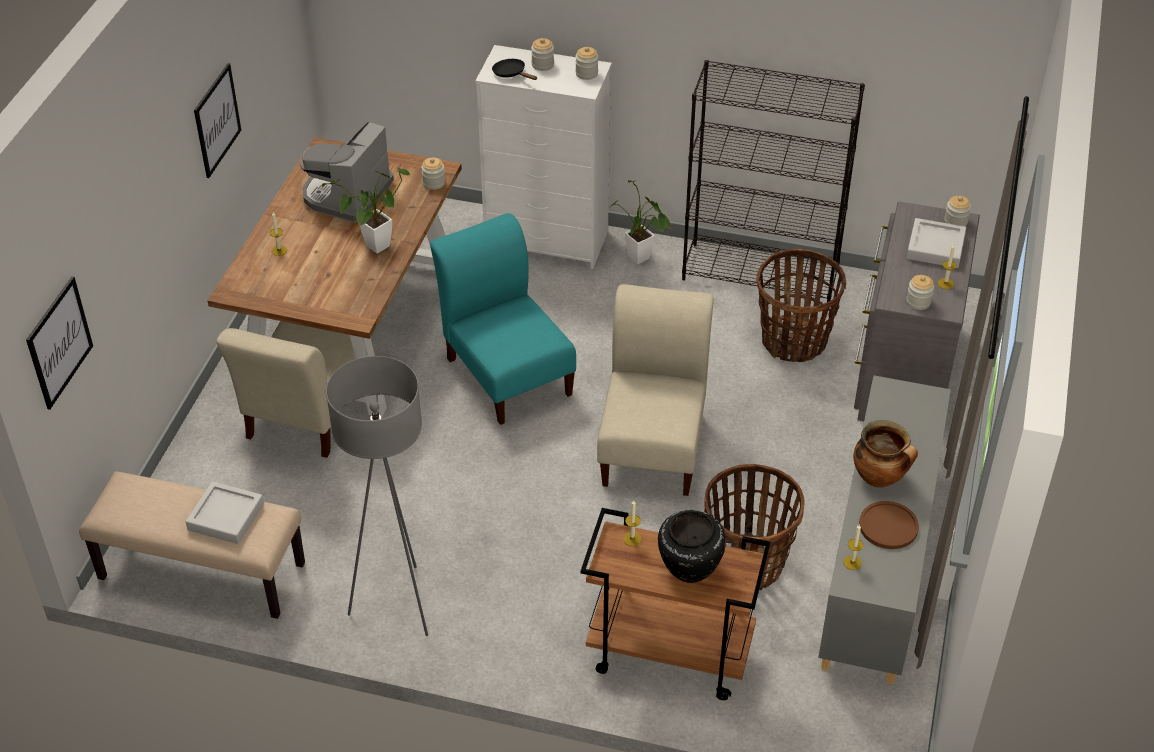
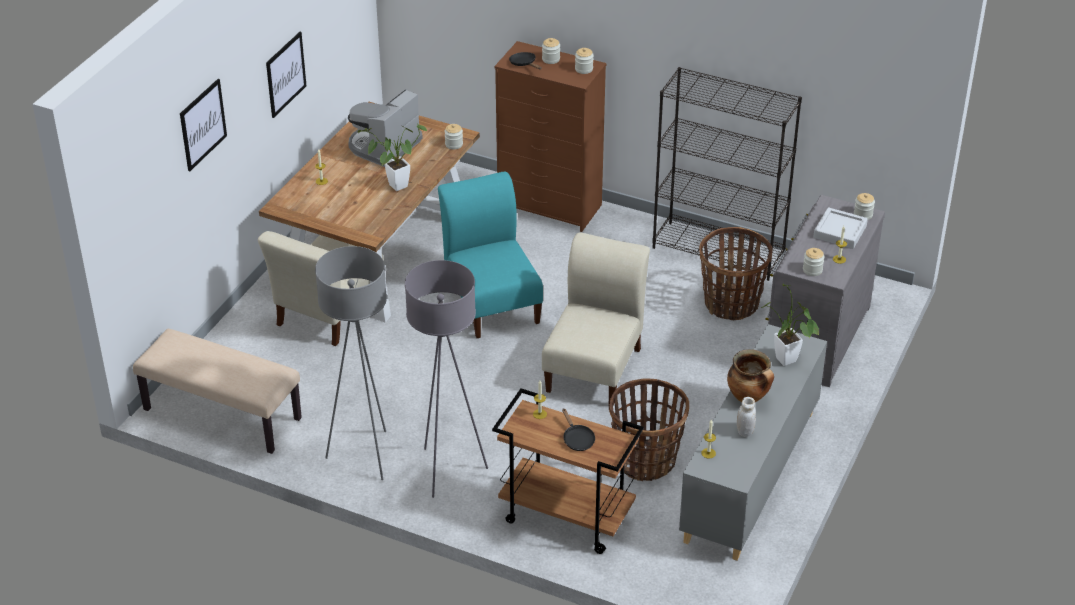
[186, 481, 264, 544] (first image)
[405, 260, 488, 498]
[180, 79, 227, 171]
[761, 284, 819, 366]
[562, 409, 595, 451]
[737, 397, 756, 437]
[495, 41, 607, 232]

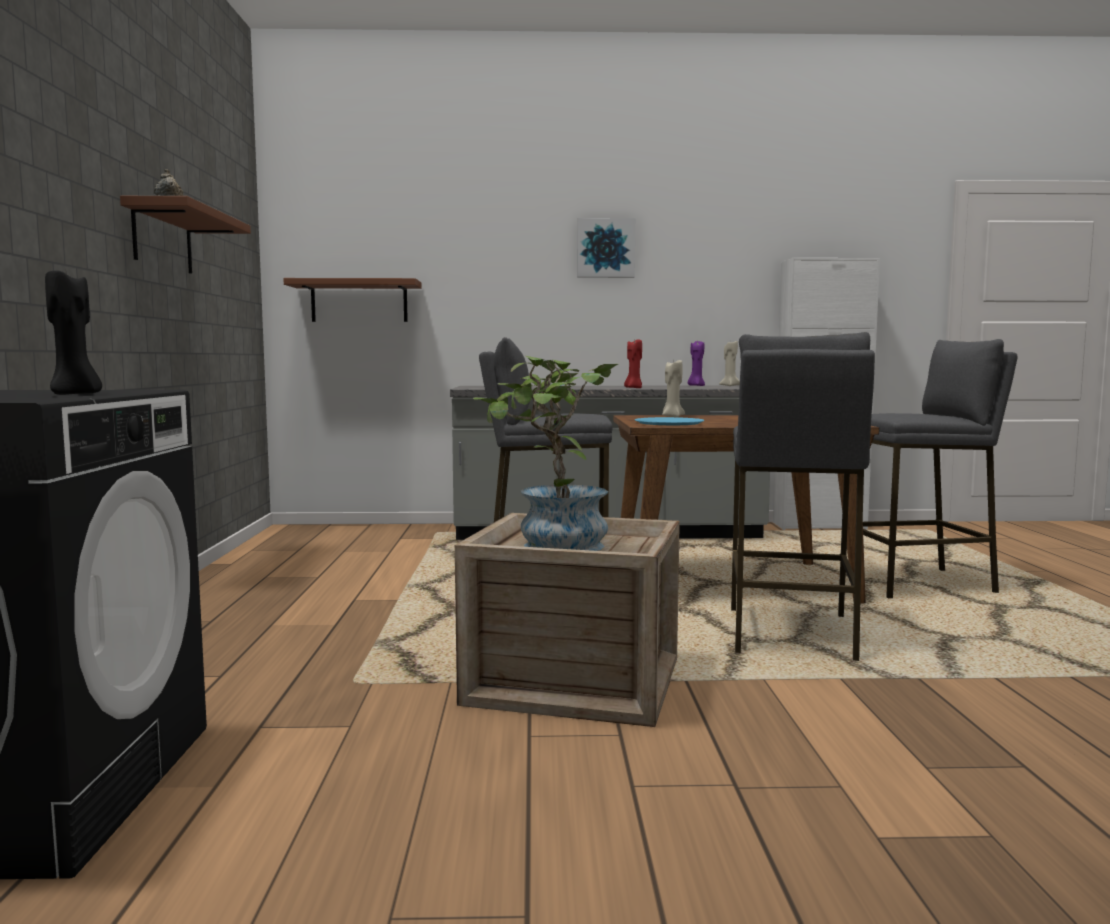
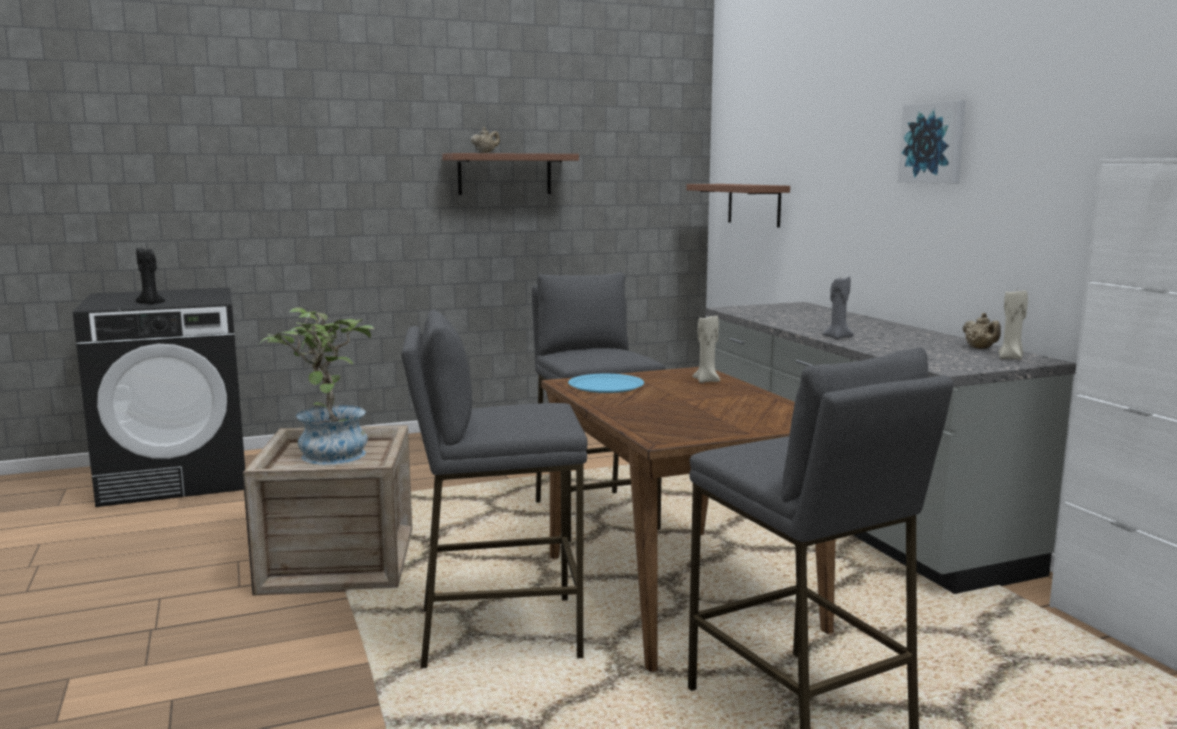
[963, 313, 1001, 349]
[822, 276, 854, 339]

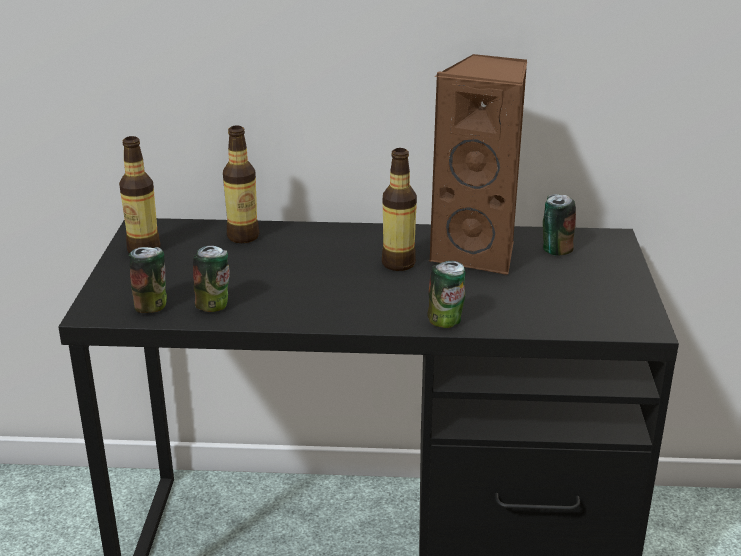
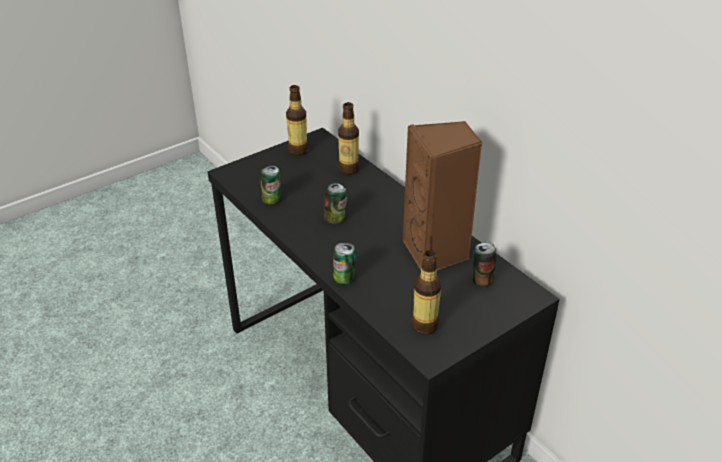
[324, 183, 347, 224]
[412, 250, 442, 335]

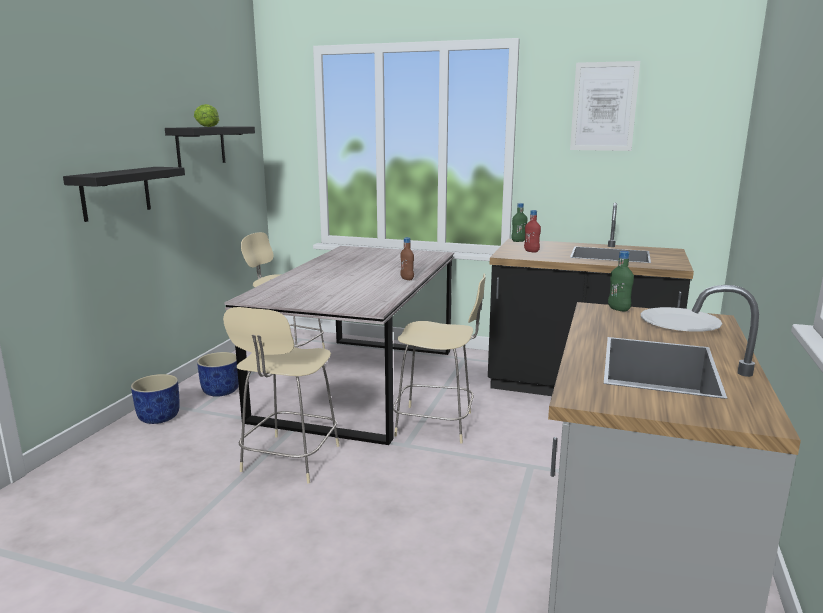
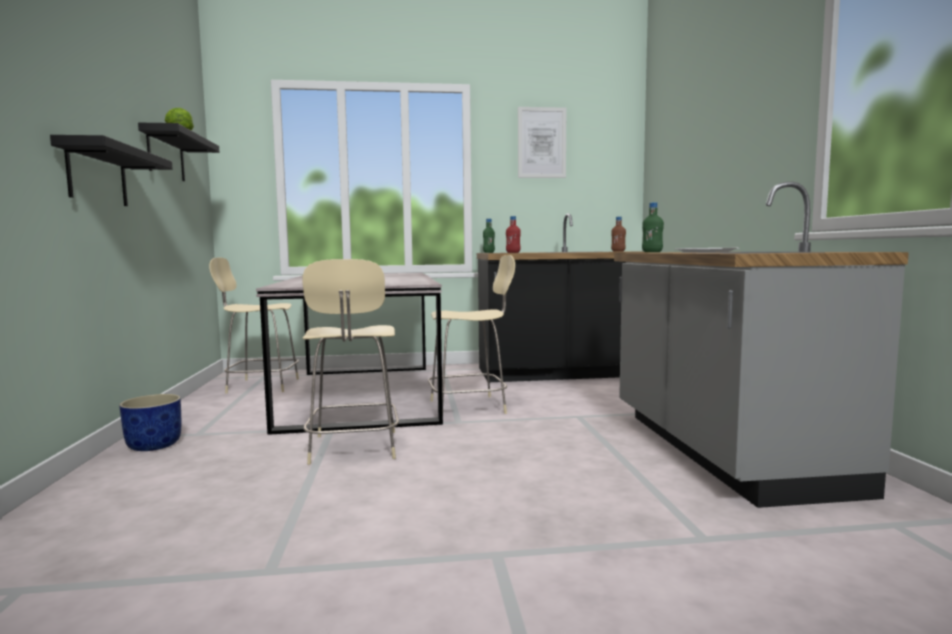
[197, 352, 239, 397] (first image)
[611, 217, 626, 251]

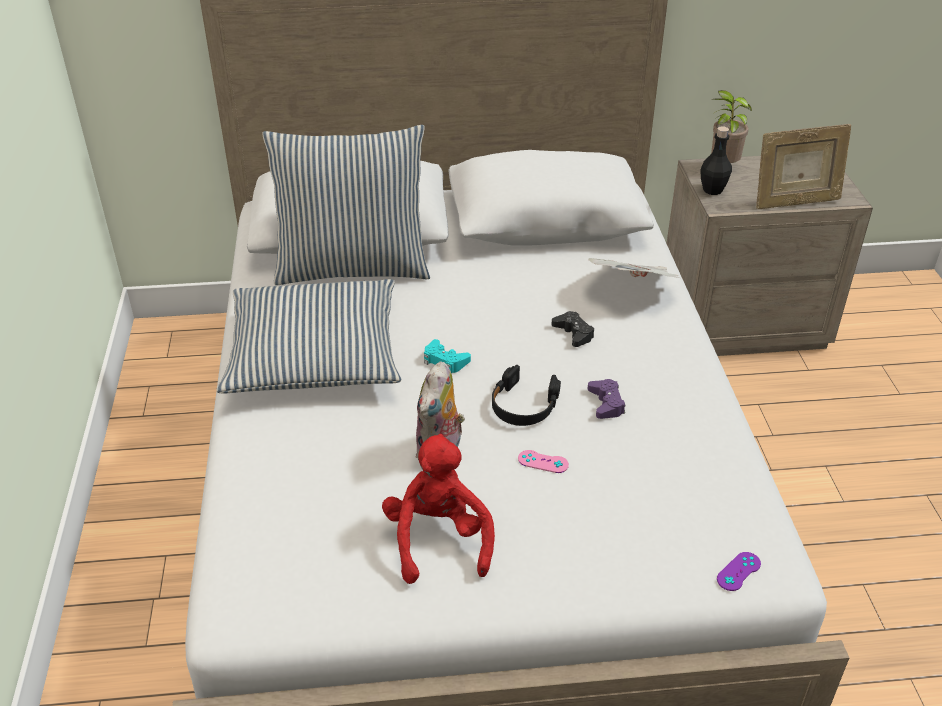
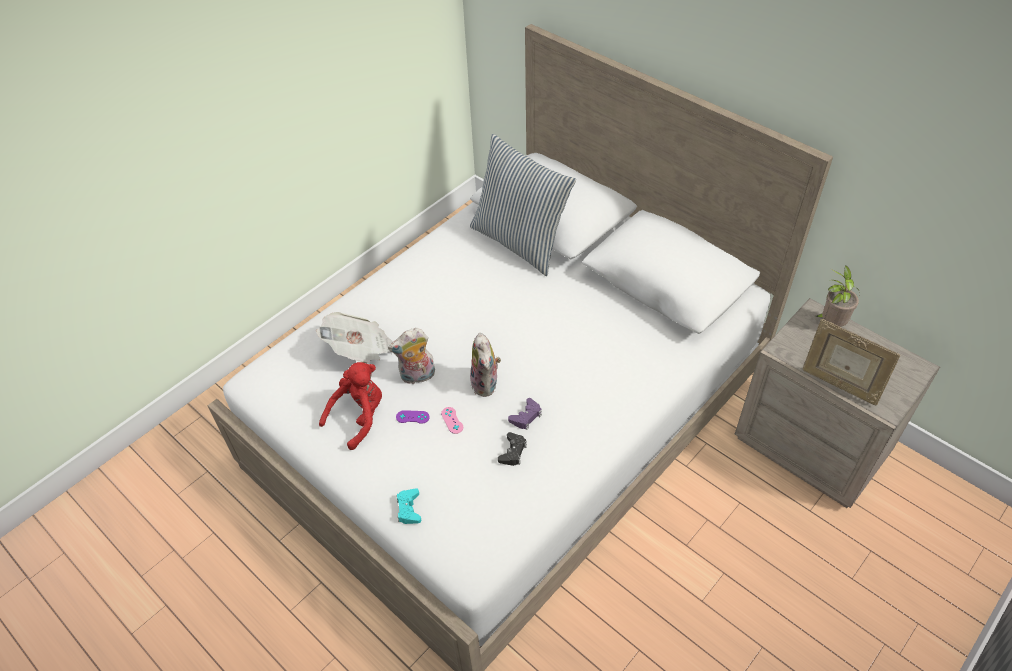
[216, 279, 402, 394] (first image)
[700, 126, 732, 195] (first image)
[397, 488, 421, 524]
[498, 432, 527, 466]
[316, 312, 393, 363]
[396, 410, 430, 424]
[469, 333, 501, 397]

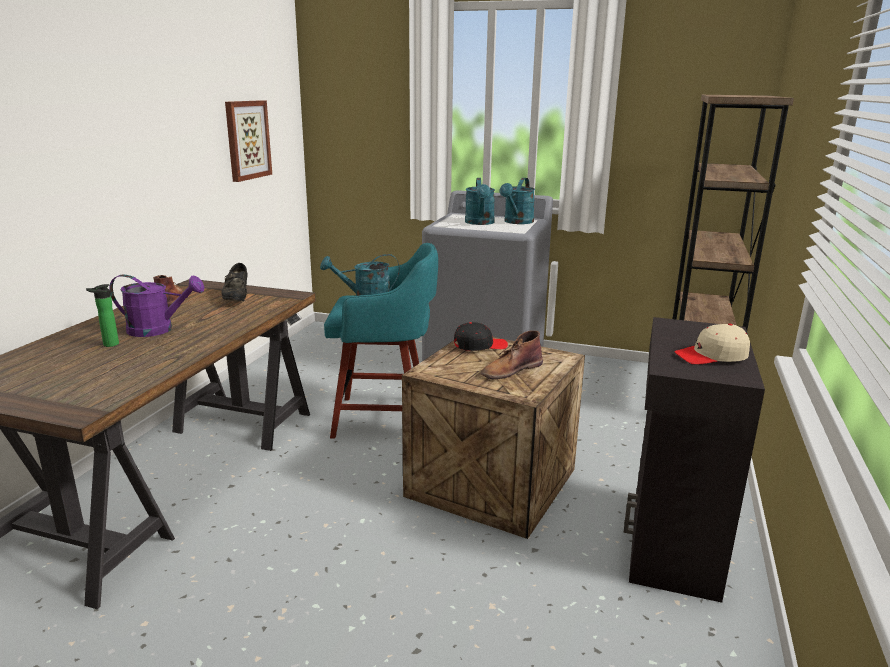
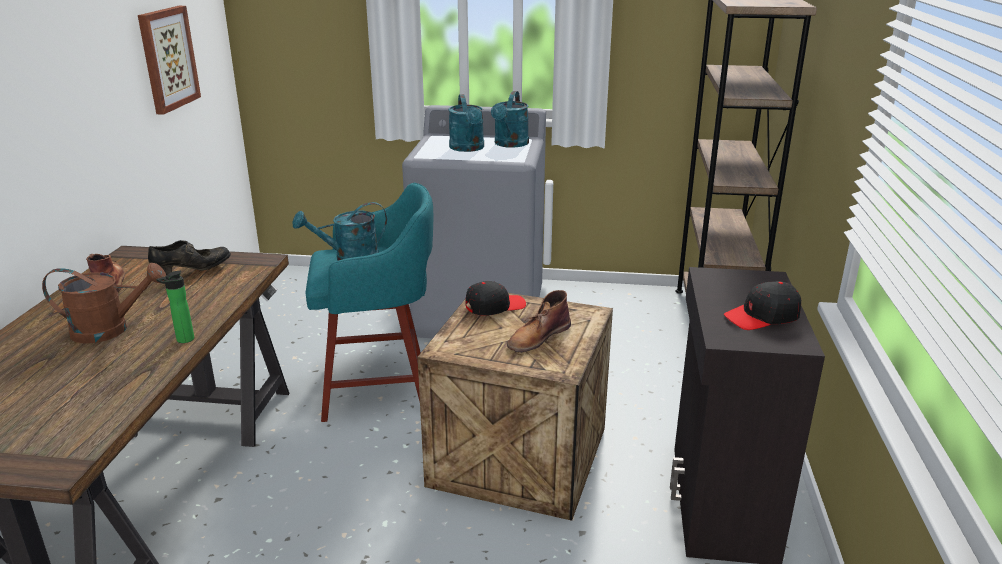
[156, 271, 194, 343]
[42, 263, 166, 344]
[724, 281, 801, 330]
[148, 240, 231, 275]

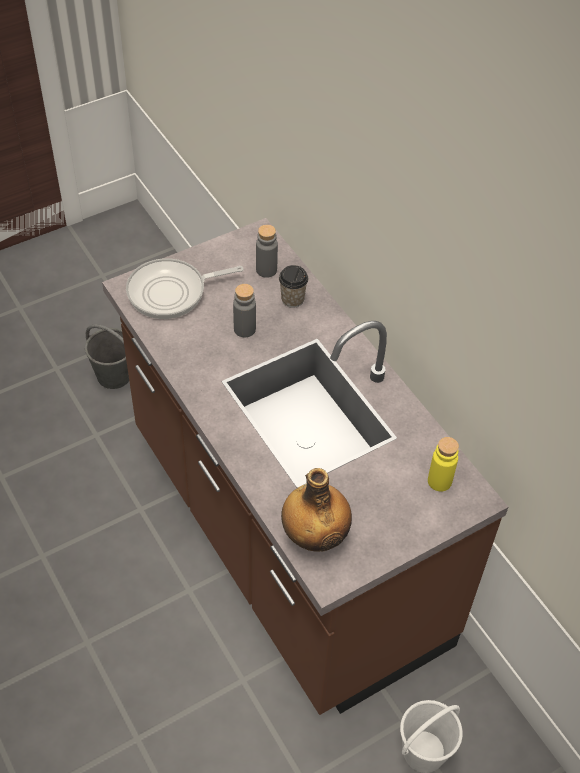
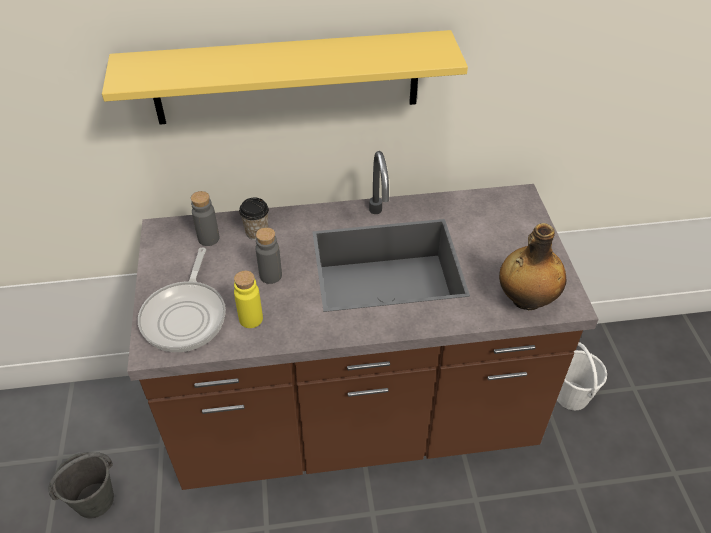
[102, 30, 468, 125]
[234, 271, 263, 328]

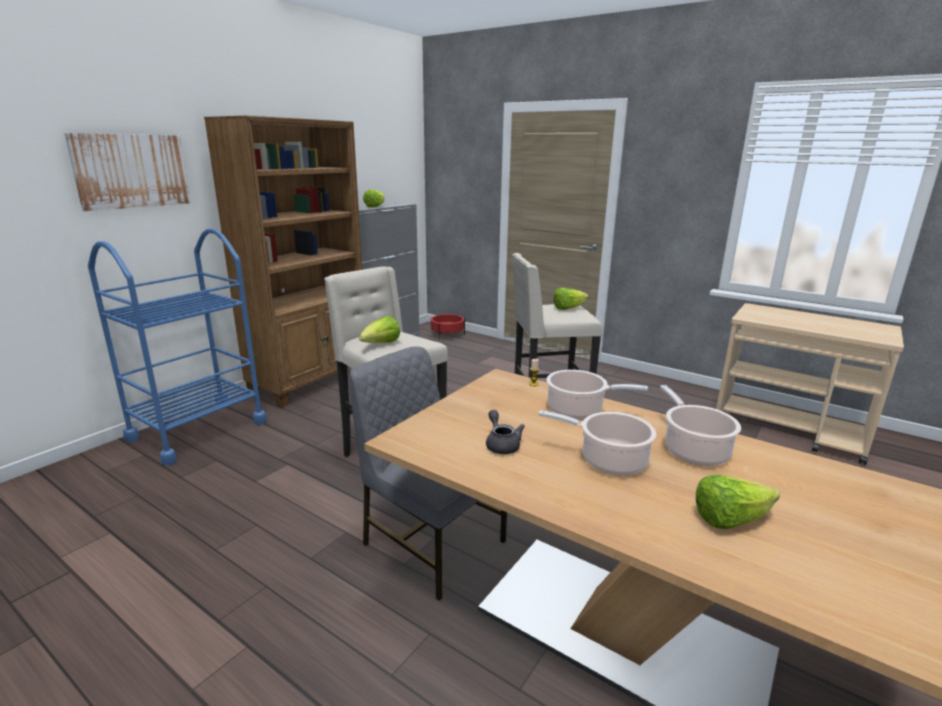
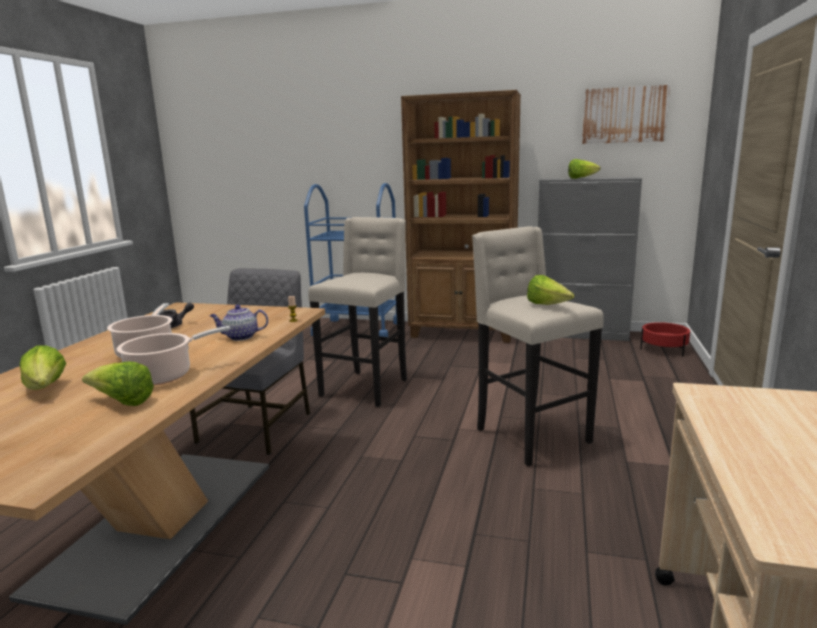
[582, 85, 670, 144]
[82, 361, 154, 406]
[210, 305, 268, 341]

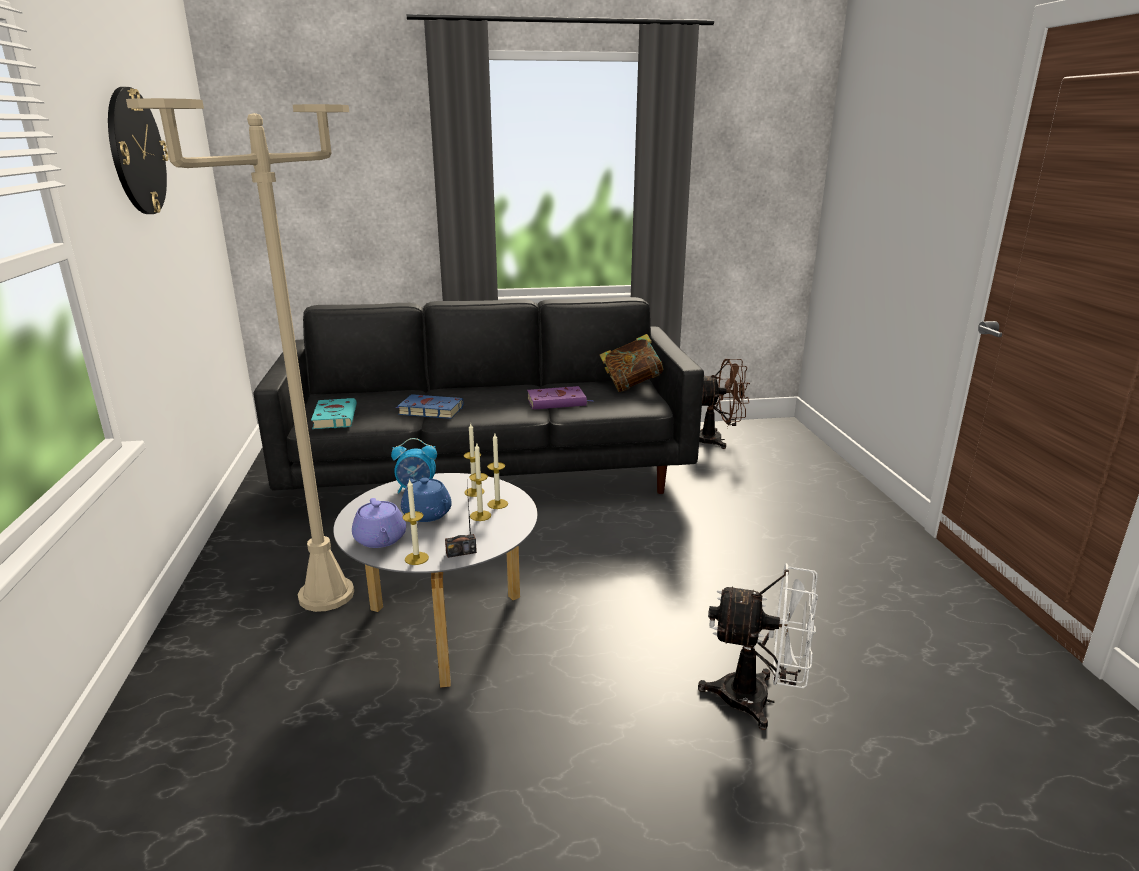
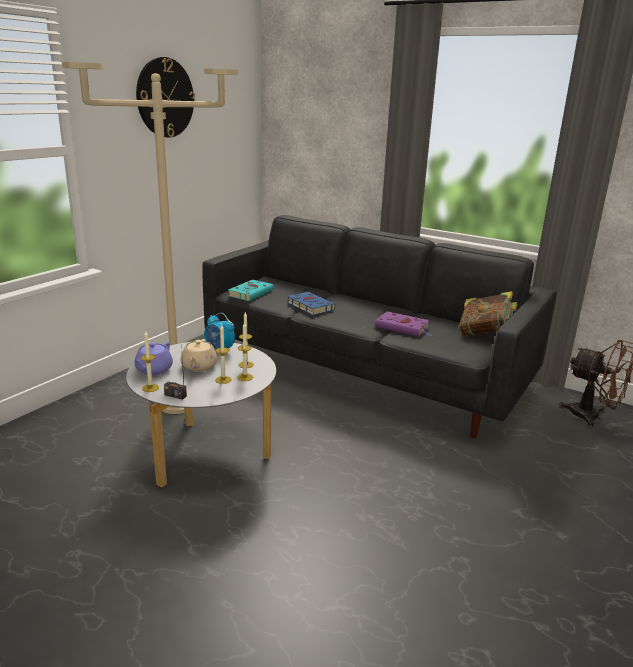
[698, 563, 818, 730] (first image)
[181, 339, 218, 372]

